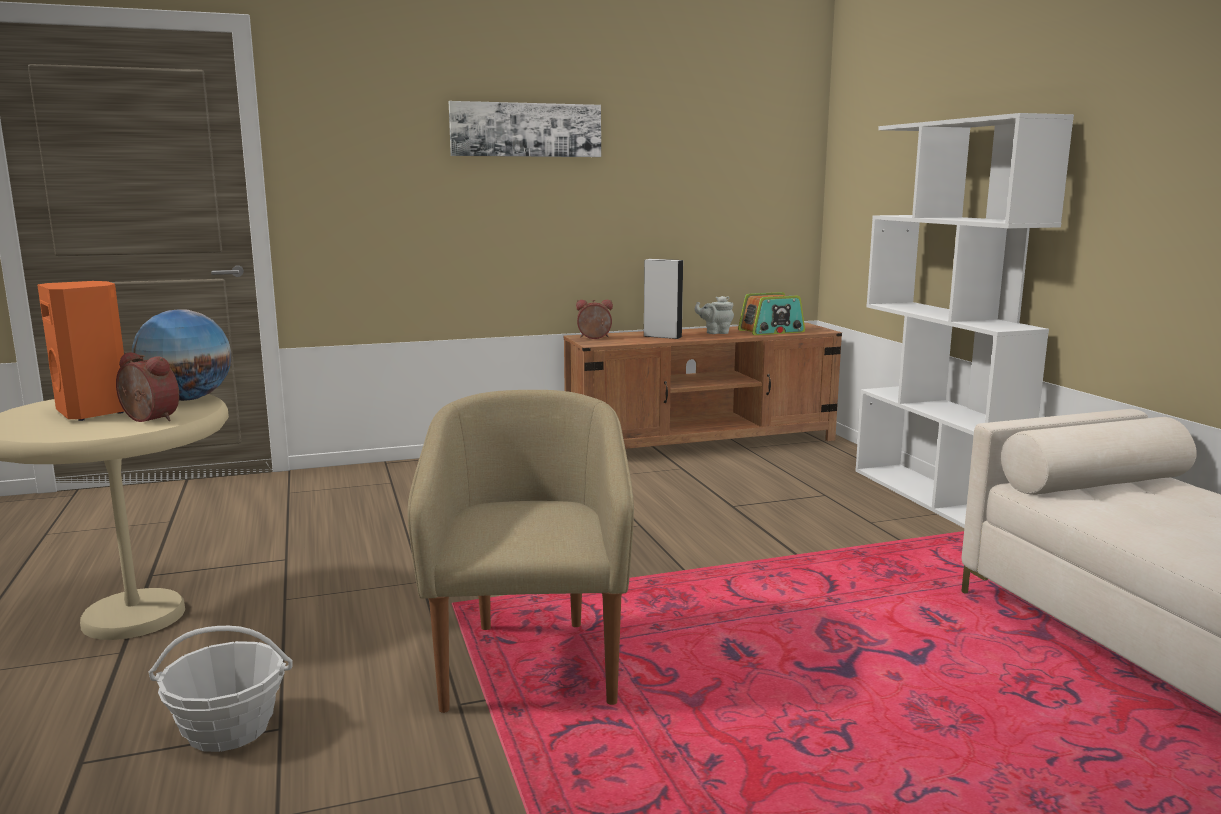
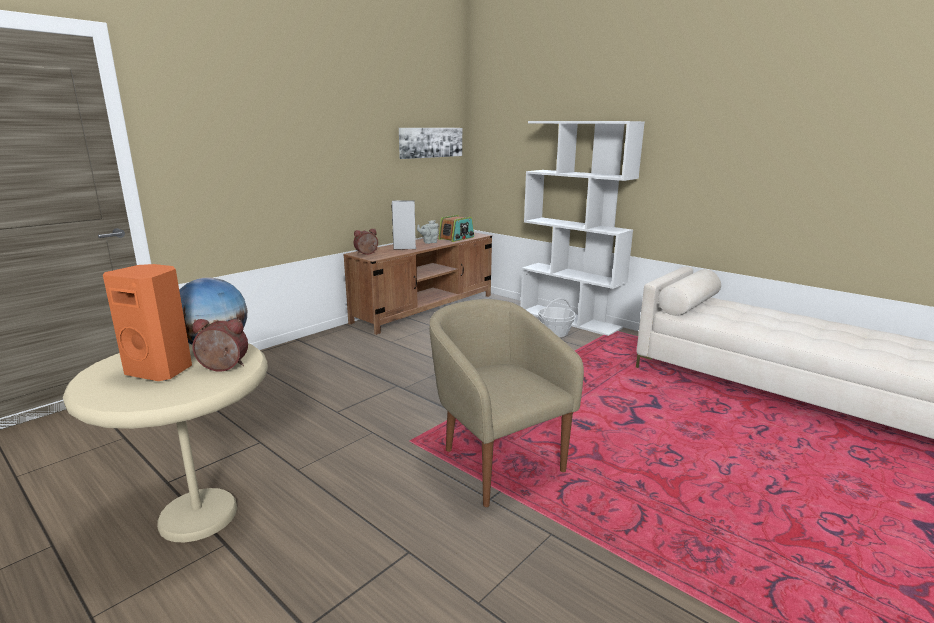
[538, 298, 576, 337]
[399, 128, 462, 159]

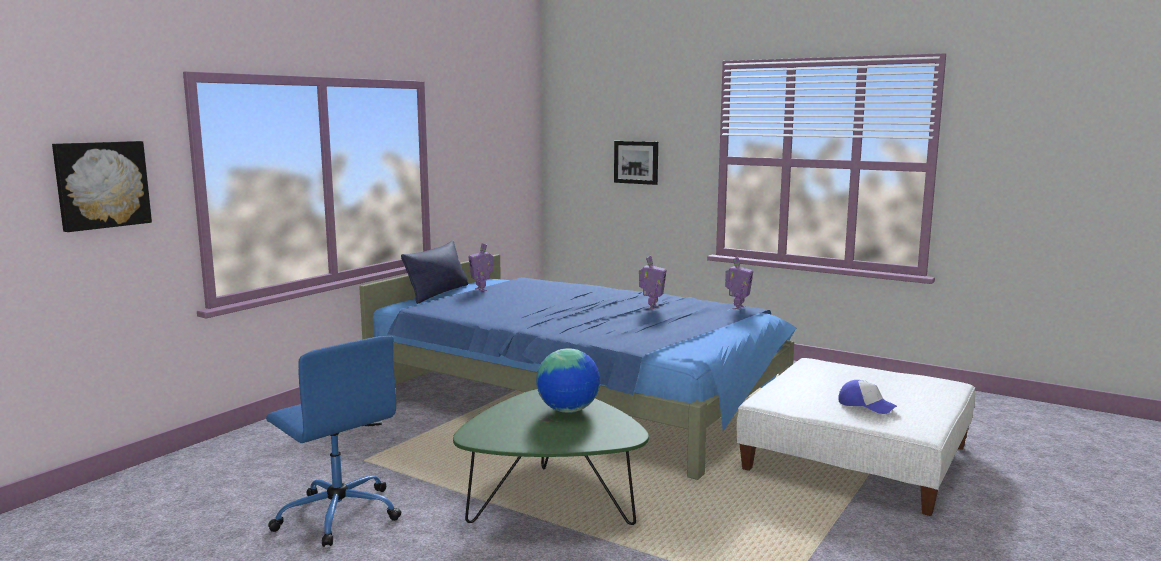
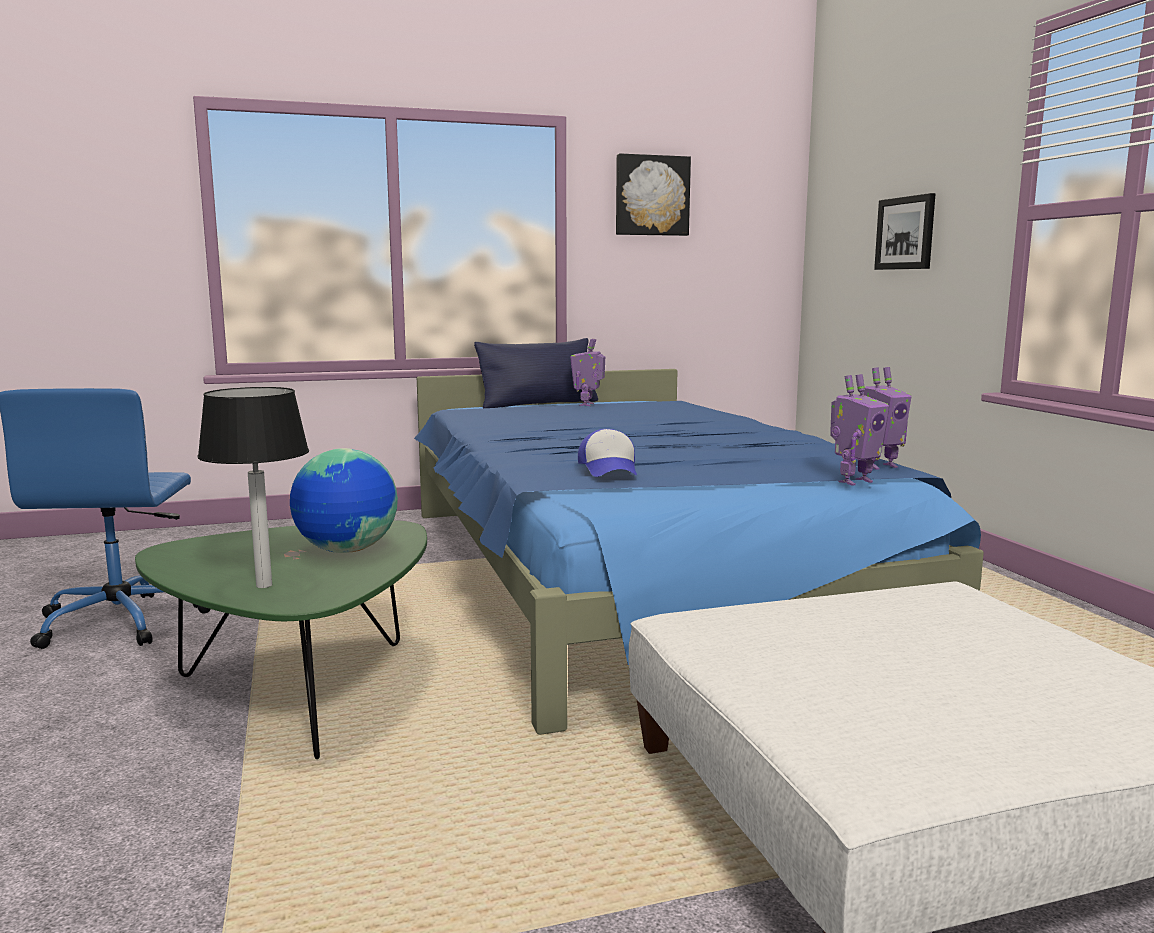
[197, 387, 309, 588]
[616, 153, 691, 236]
[830, 374, 889, 486]
[578, 429, 637, 477]

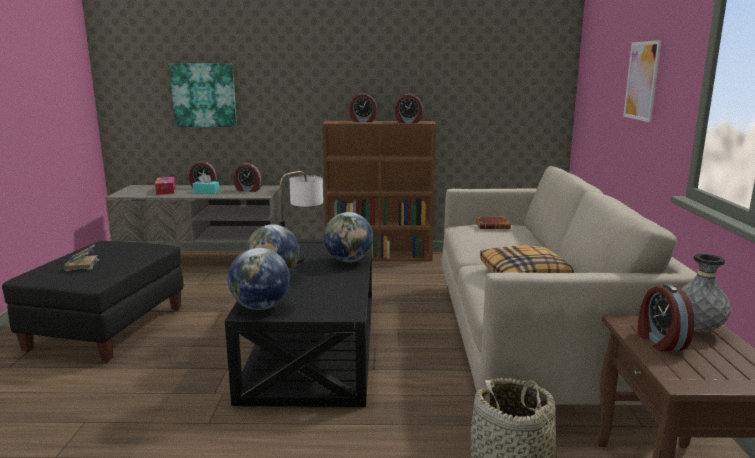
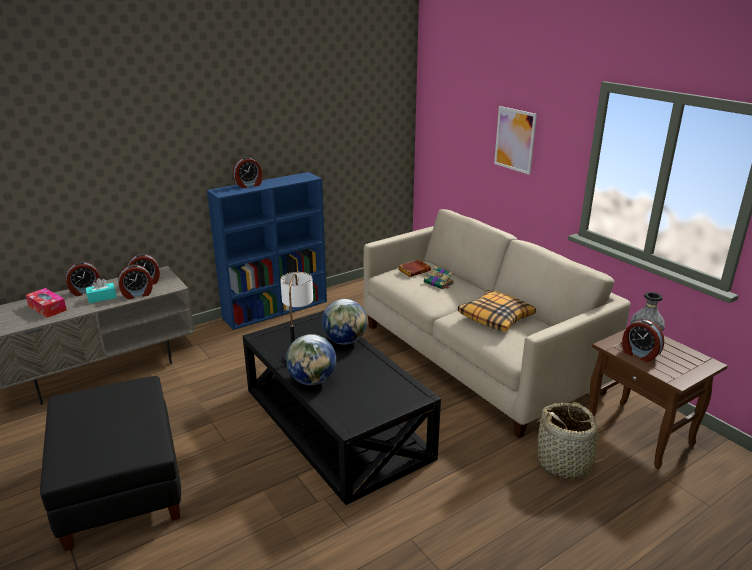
[169, 64, 237, 127] (first image)
[228, 248, 290, 310] (first image)
[424, 266, 454, 290]
[118, 265, 153, 299]
[207, 172, 327, 330]

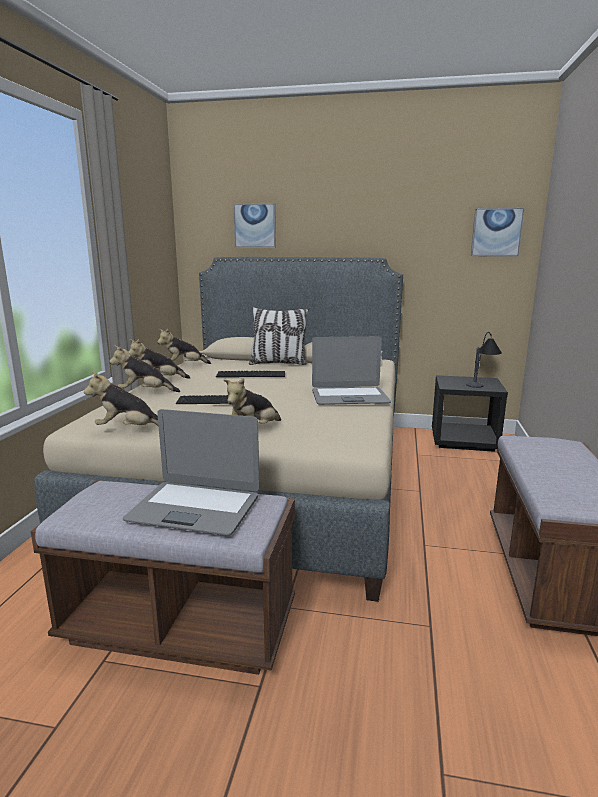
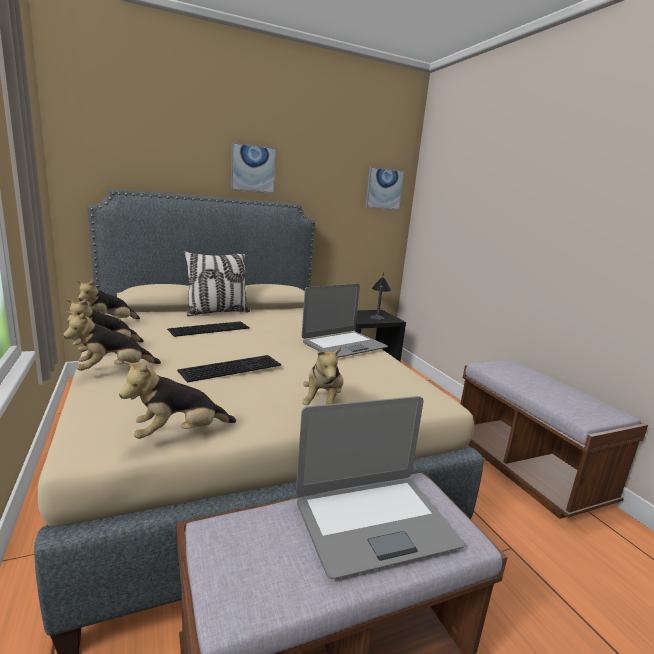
[231, 142, 276, 194]

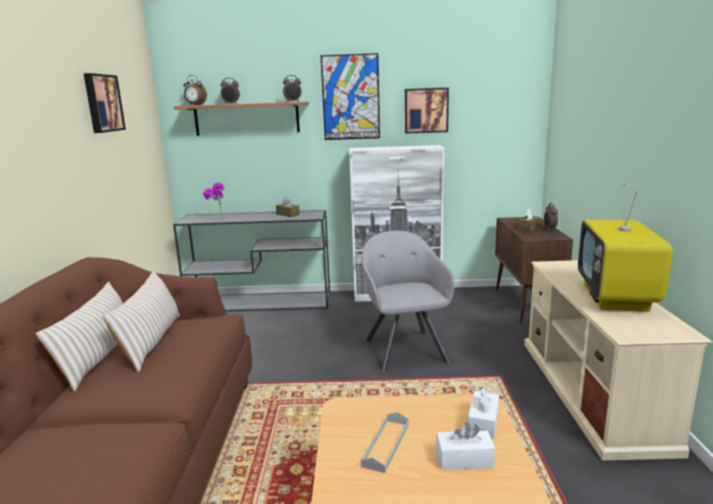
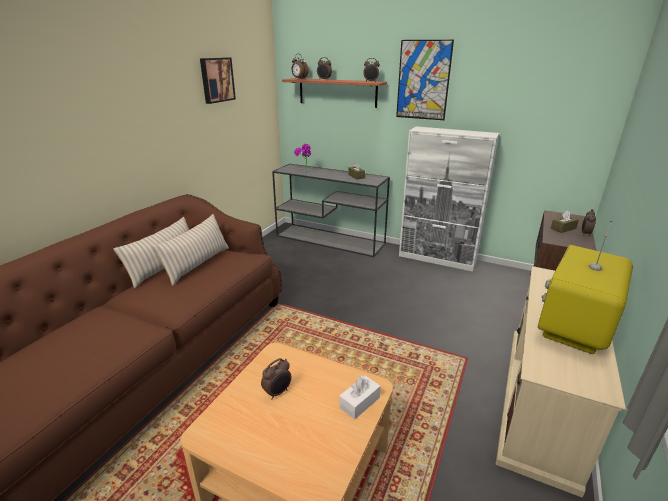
[361, 231, 455, 372] (first image)
[405, 88, 449, 134] (first image)
[436, 422, 495, 470] (first image)
[261, 358, 292, 399]

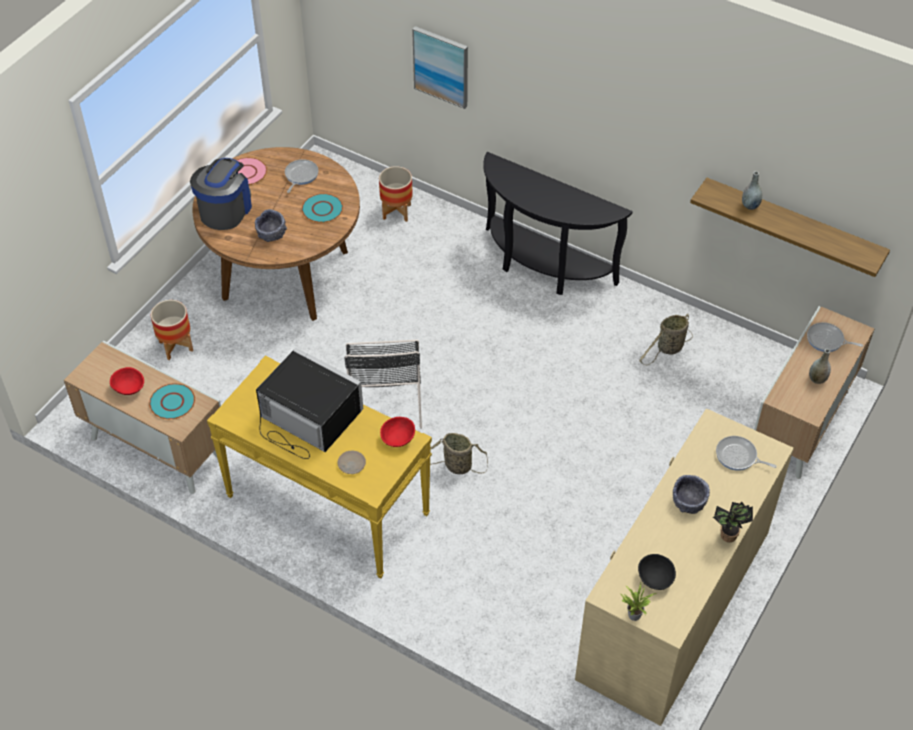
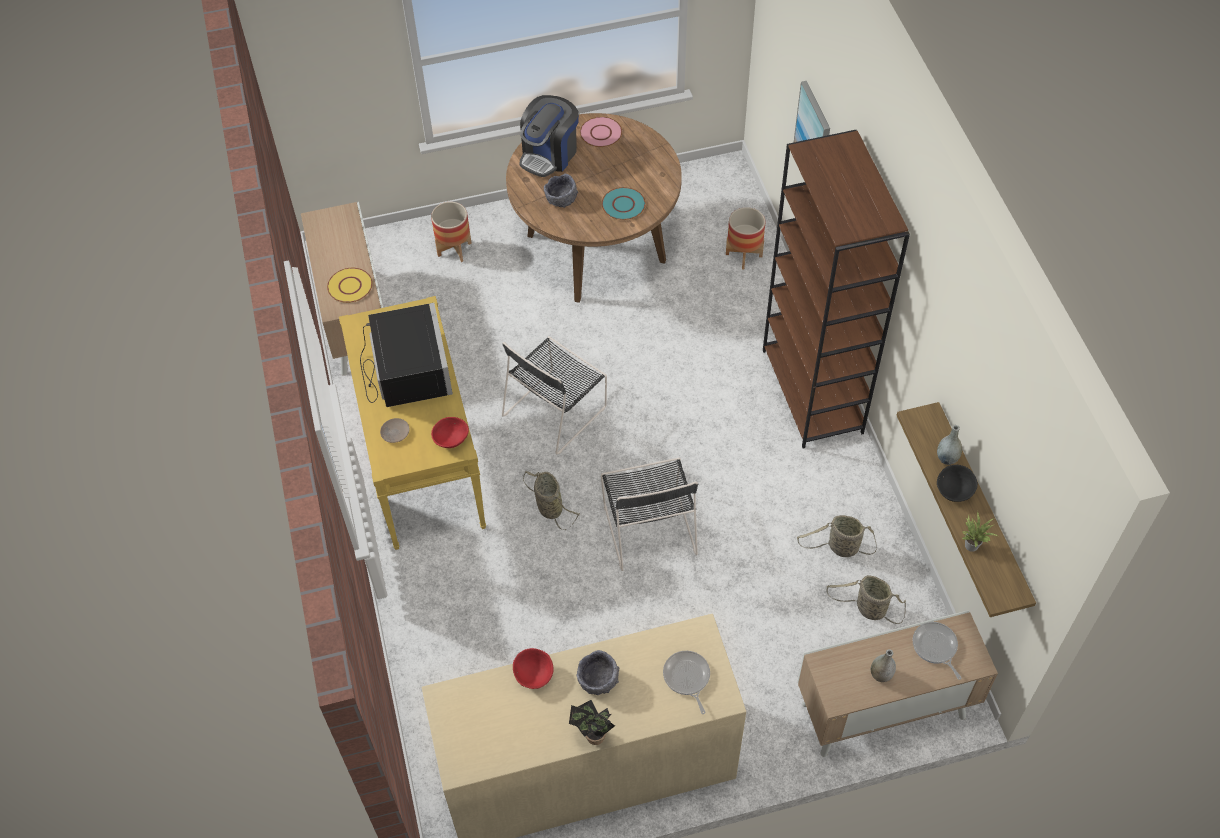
[285, 159, 319, 193] (first image)
[601, 458, 698, 571]
[827, 575, 906, 624]
[513, 648, 554, 689]
[962, 511, 998, 552]
[937, 465, 978, 502]
[763, 130, 910, 448]
[327, 268, 373, 303]
[520, 95, 579, 177]

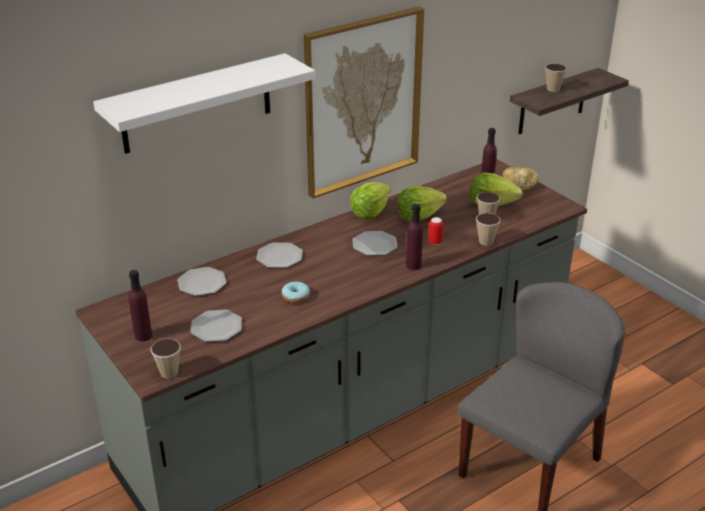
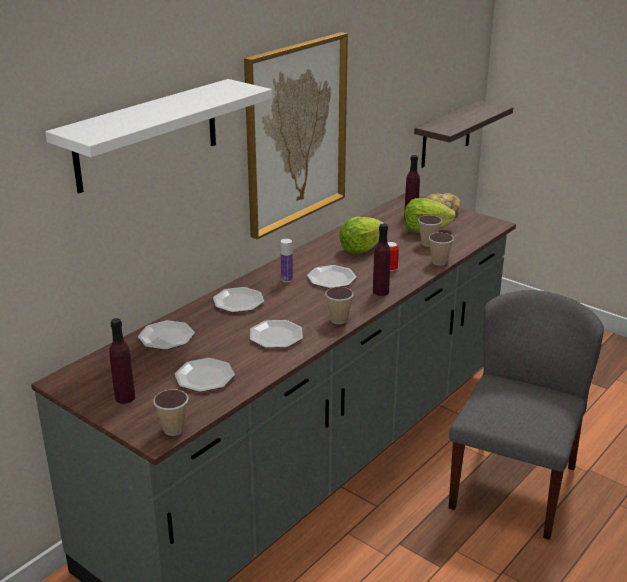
[350, 182, 391, 219] (first image)
[281, 239, 293, 282]
[325, 287, 354, 324]
[250, 320, 303, 348]

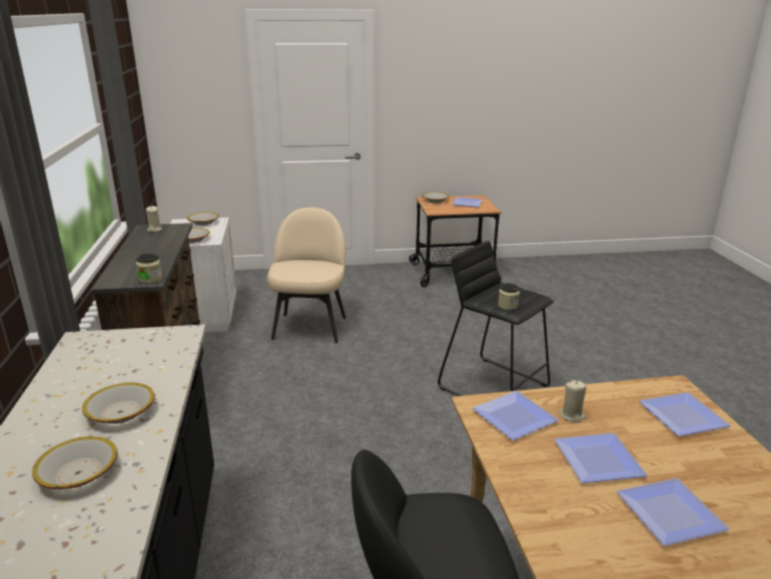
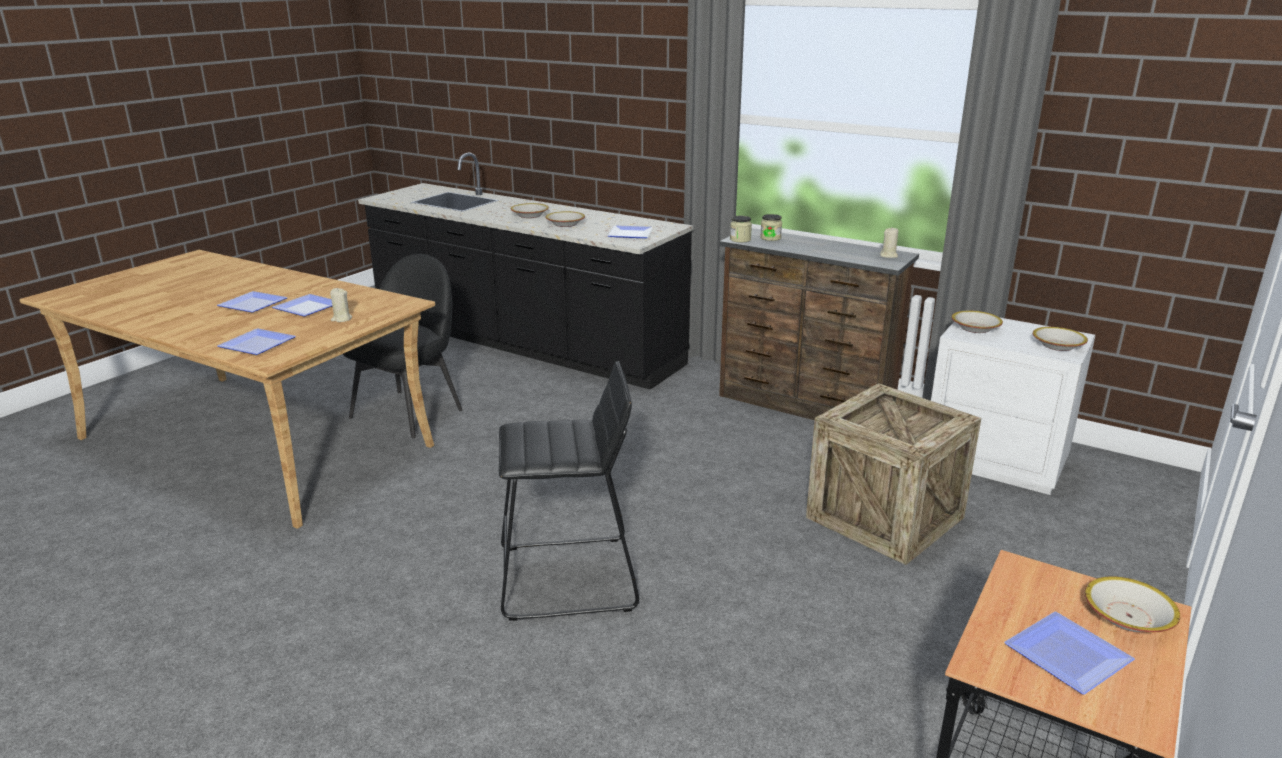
[608, 225, 653, 238]
[760, 214, 782, 241]
[806, 383, 981, 565]

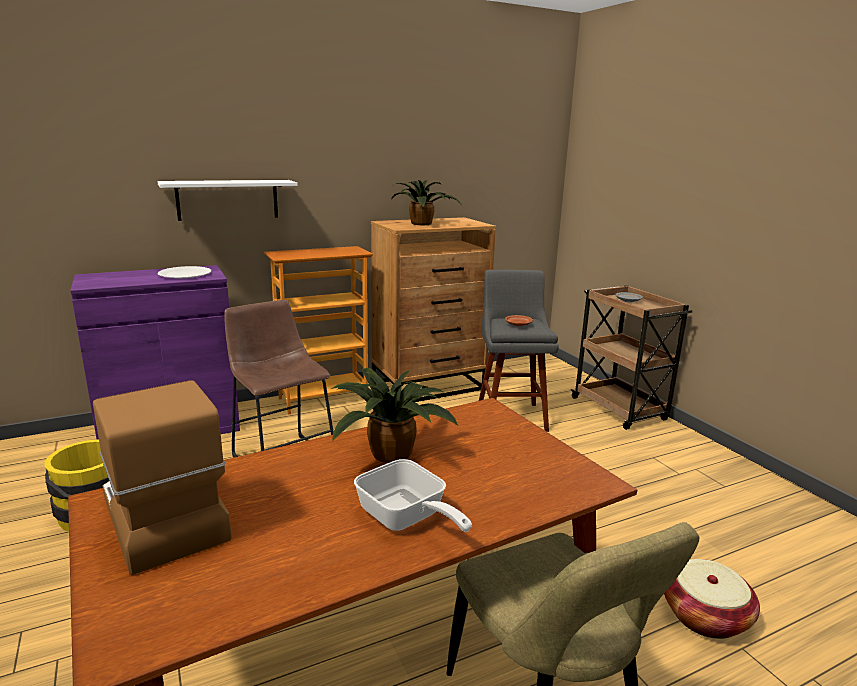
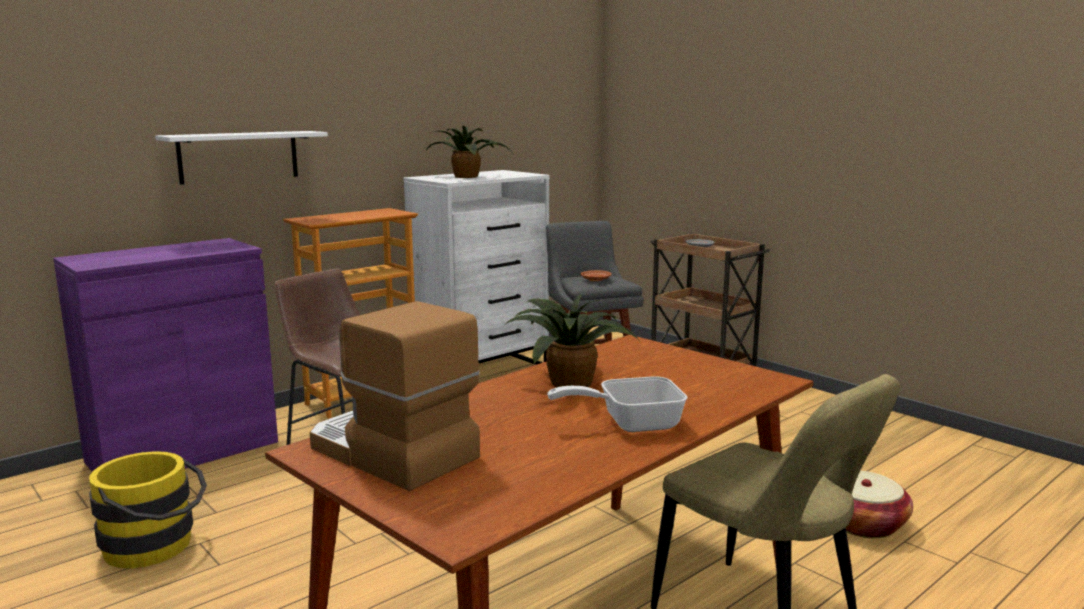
[158, 266, 211, 278] (first image)
[403, 170, 549, 365]
[547, 376, 688, 432]

